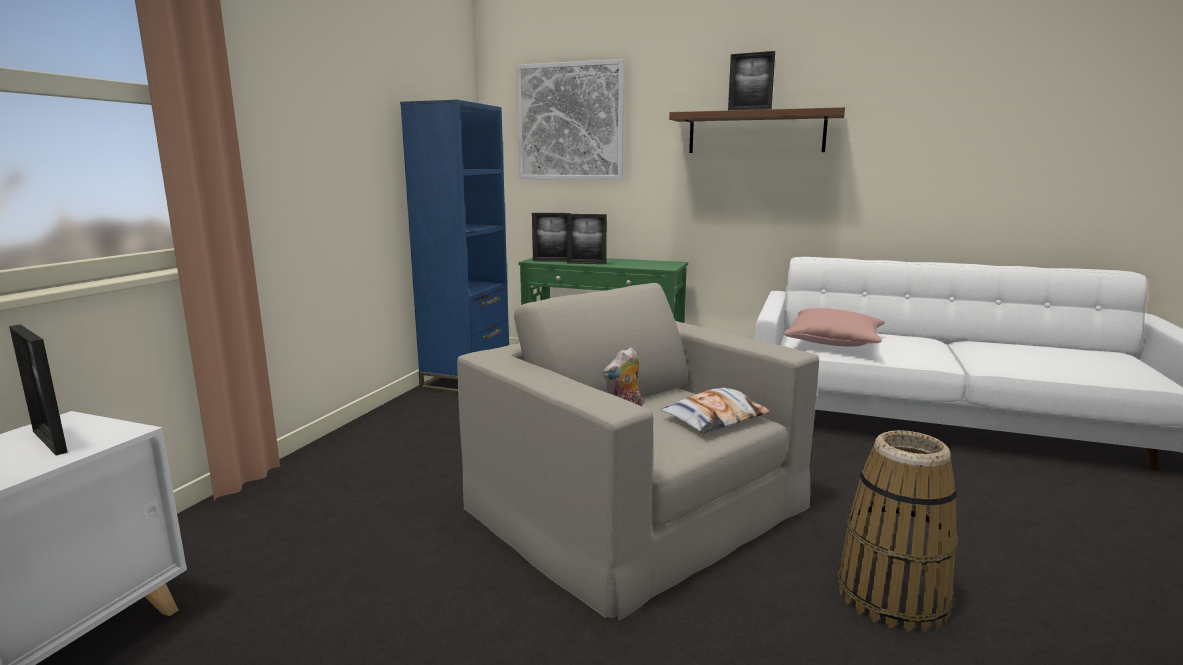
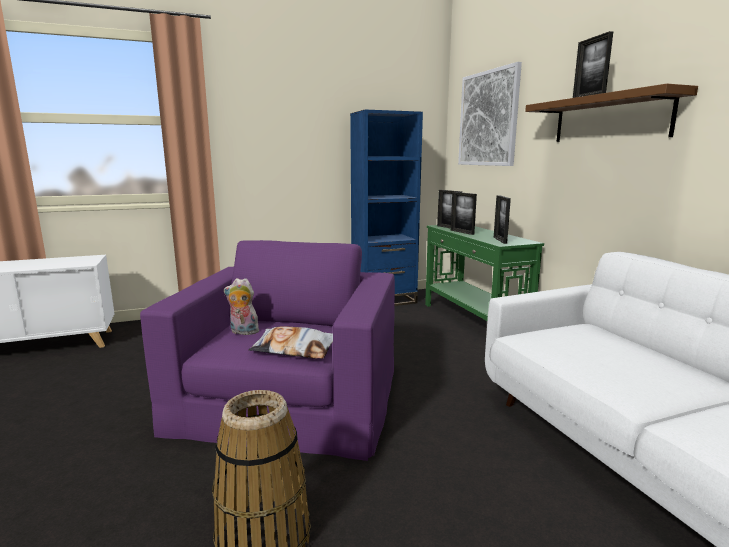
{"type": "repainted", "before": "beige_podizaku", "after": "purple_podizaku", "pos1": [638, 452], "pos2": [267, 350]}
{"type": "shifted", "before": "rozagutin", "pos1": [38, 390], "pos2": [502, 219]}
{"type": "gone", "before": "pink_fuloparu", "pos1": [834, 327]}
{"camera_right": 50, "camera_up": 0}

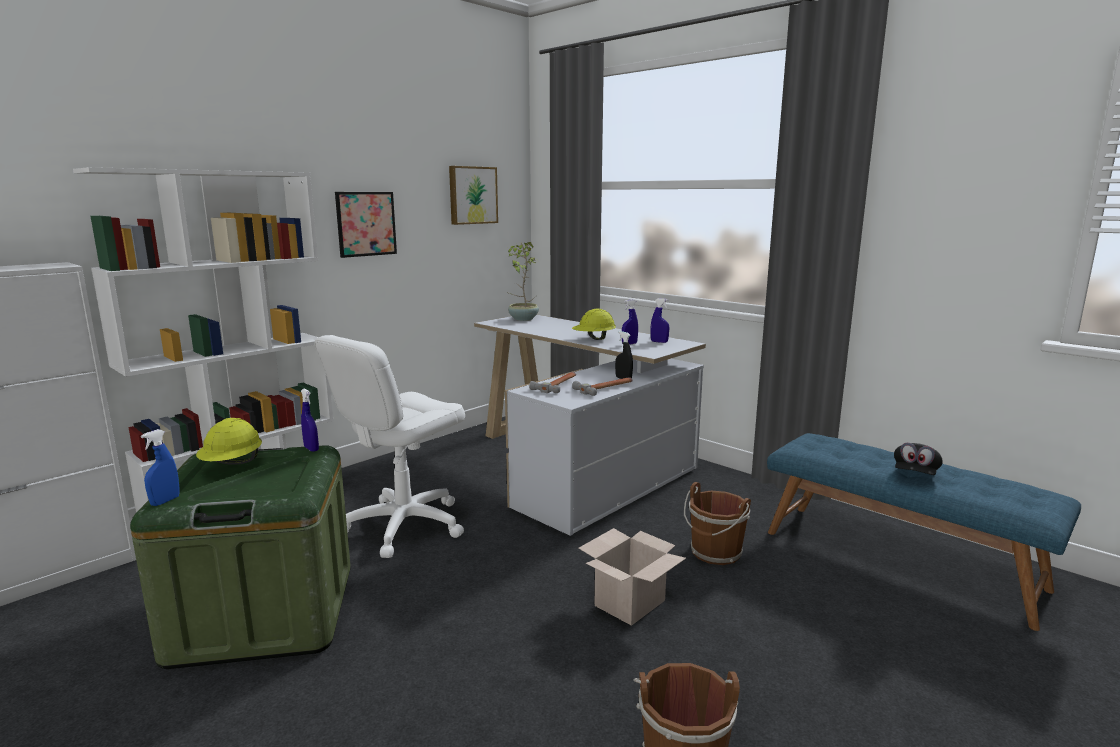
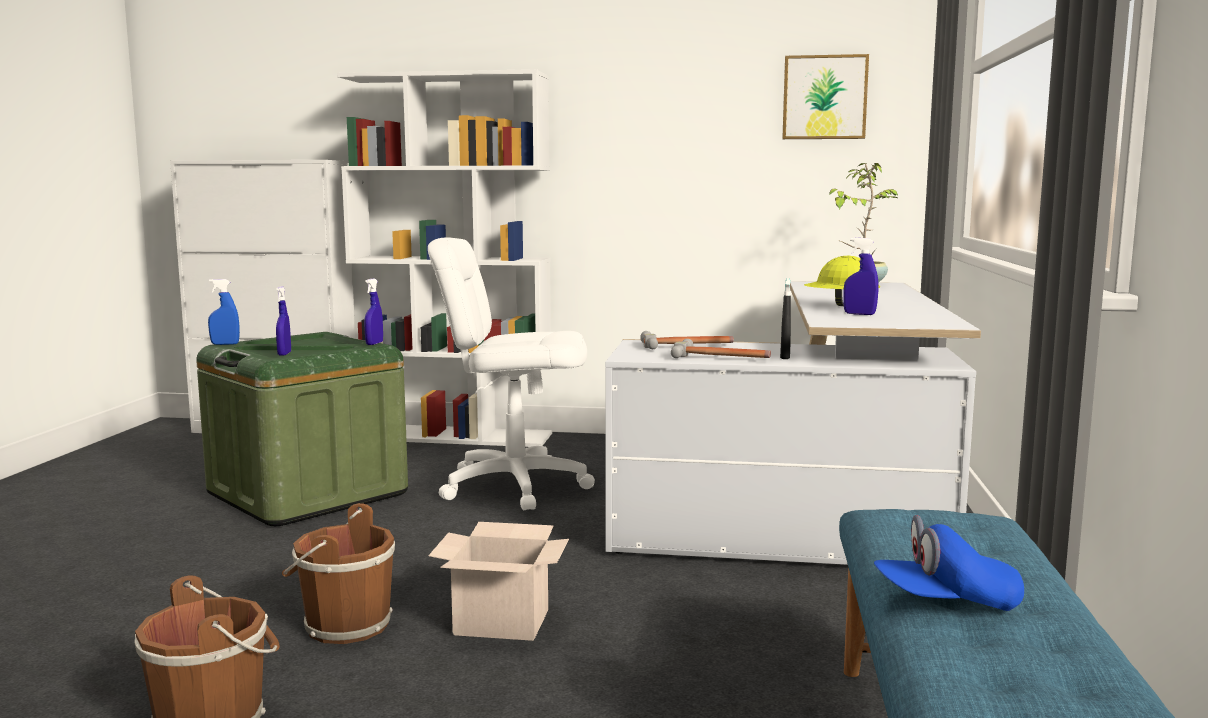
{"type": "shifted", "before": "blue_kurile", "pos1": [660, 320], "pos2": [283, 321]}
{"type": "shifted", "before": "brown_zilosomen", "pos1": [717, 523], "pos2": [338, 573]}
{"type": "repainted", "before": "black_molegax", "after": "blue_molegax", "pos1": [918, 459], "pos2": [949, 563]}
{"type": "gone", "before": "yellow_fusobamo", "pos1": [229, 441]}
{"type": "gone", "before": "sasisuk", "pos1": [366, 225]}
{"camera_right": 55, "camera_up": -5}

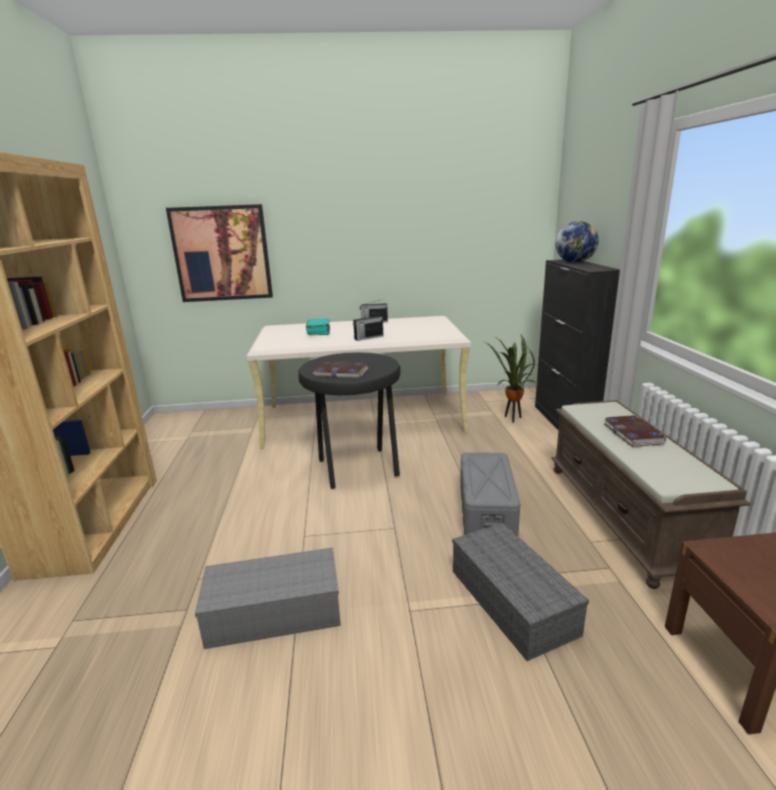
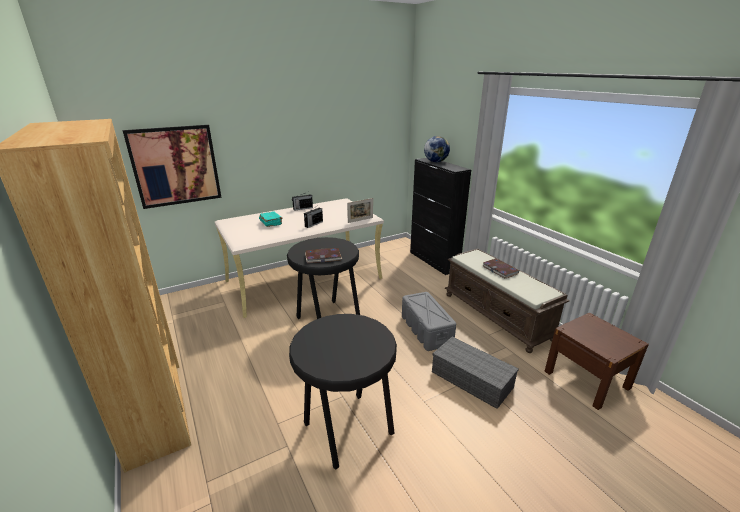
{"type": "swapped", "before": "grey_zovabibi", "after": "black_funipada", "pos1": [268, 598], "pos2": [343, 391]}
{"type": "new", "after": "rozagutin", "pos2": [360, 210]}
{"type": "gone", "before": "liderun", "pos1": [513, 379]}
{"camera_right": -25, "camera_up": 5}

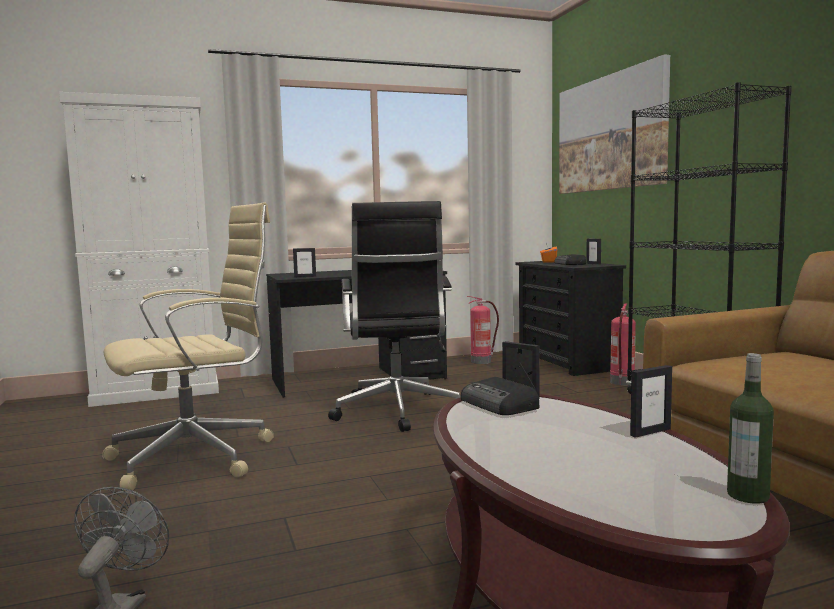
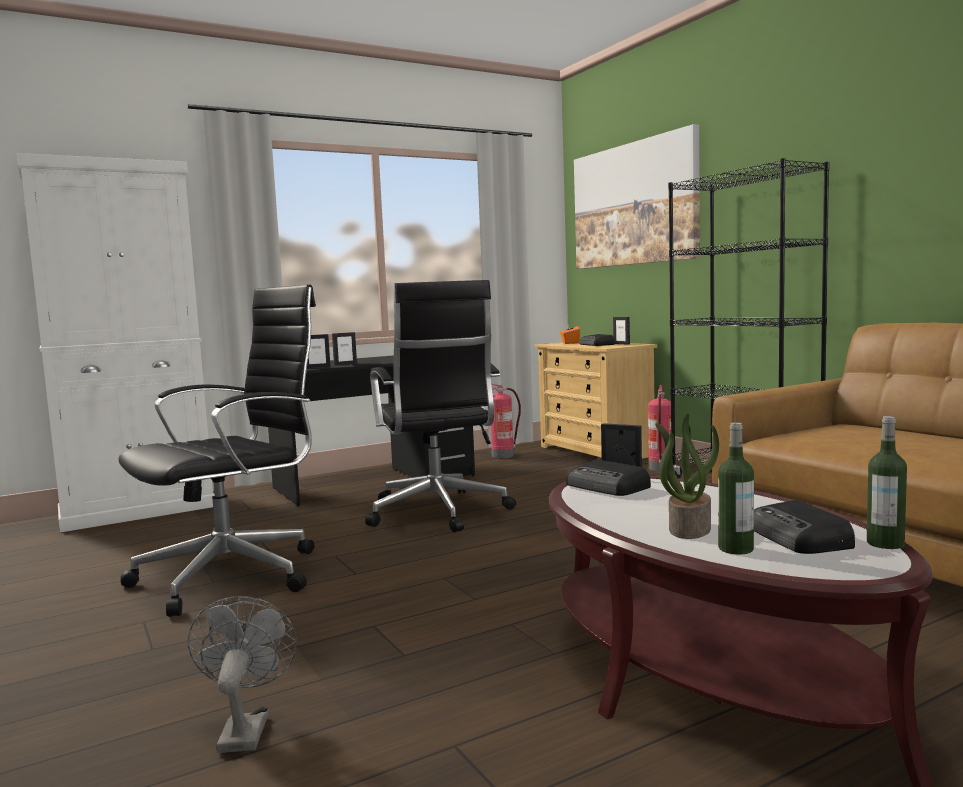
{"type": "repainted", "before": "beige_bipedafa", "after": "black_bipedafa", "pos1": [188, 346], "pos2": [217, 450]}
{"type": "shifted", "before": "rozagutin", "pos1": [651, 401], "pos2": [344, 349]}
{"type": "repainted", "before": "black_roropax", "after": "beige_roropax", "pos1": [570, 318], "pos2": [595, 400]}
{"type": "new", "after": "liderun", "pos2": [687, 476]}
{"type": "new", "after": "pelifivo", "pos2": [736, 488]}
{"type": "new", "after": "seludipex", "pos2": [804, 527]}
{"camera_right": -10, "camera_up": 0}

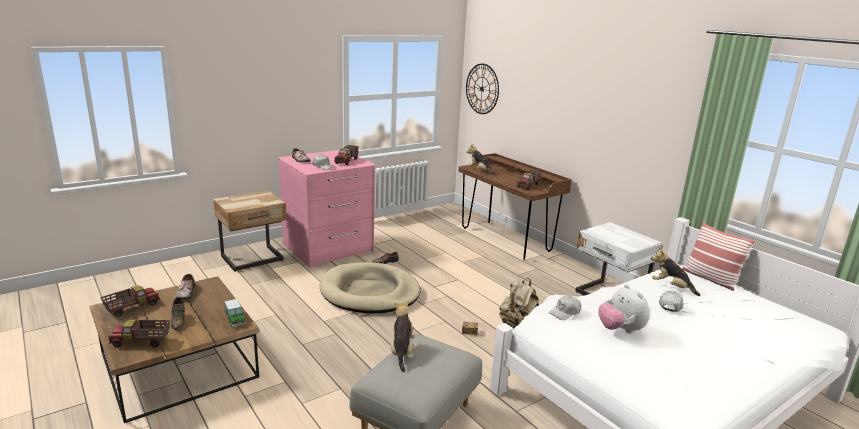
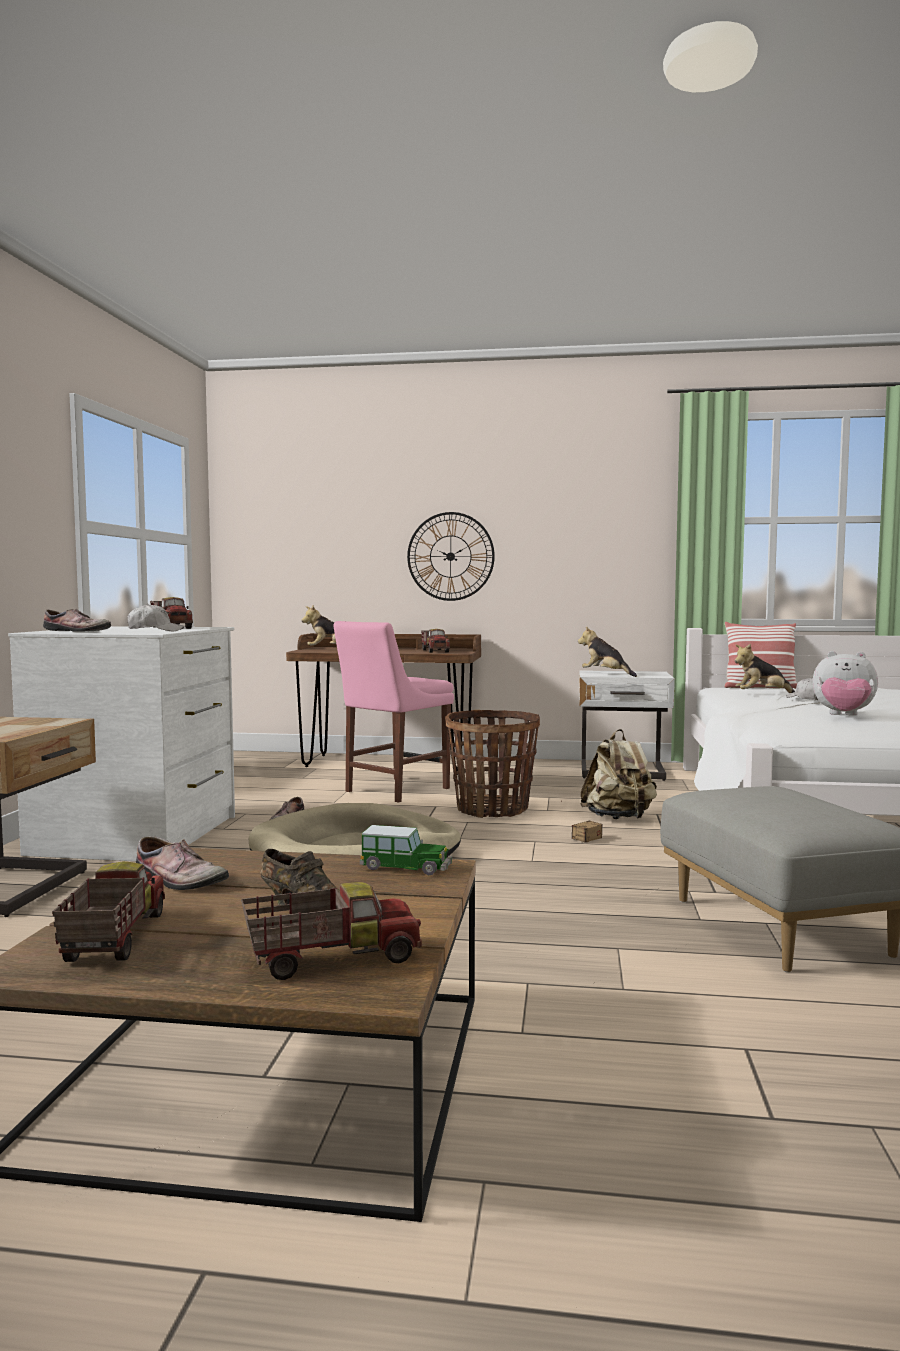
{"type": "repainted", "before": "pink_roropax", "after": "white_roropax", "pos1": [327, 208], "pos2": [121, 743]}
{"type": "rotated", "before": "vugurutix", "pos1": [139, 333], "pos2": [331, 931], "turn": -150}
{"type": "new", "after": "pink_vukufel", "pos2": [393, 712]}
{"type": "shifted", "before": "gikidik", "pos1": [482, 88], "pos2": [451, 556]}
{"type": "new", "after": "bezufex", "pos2": [492, 764]}
{"type": "shifted", "before": "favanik", "pos1": [404, 336], "pos2": [607, 652]}
{"type": "gone", "before": "white_molegax", "pos1": [565, 308]}
{"camera_right": -45, "camera_up": -15}

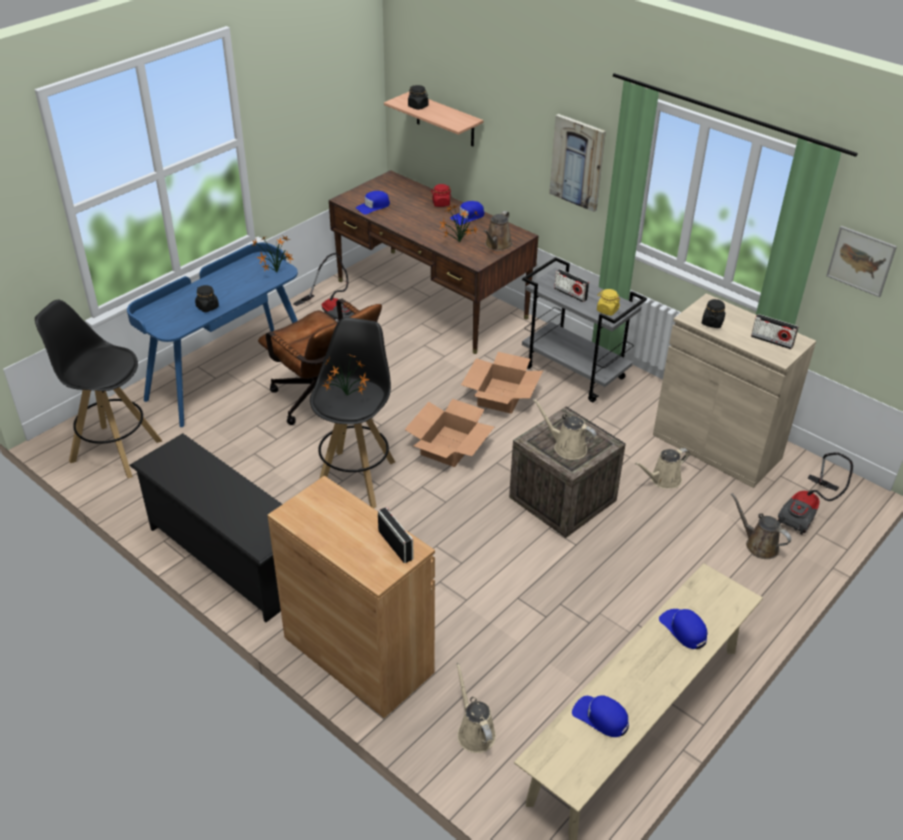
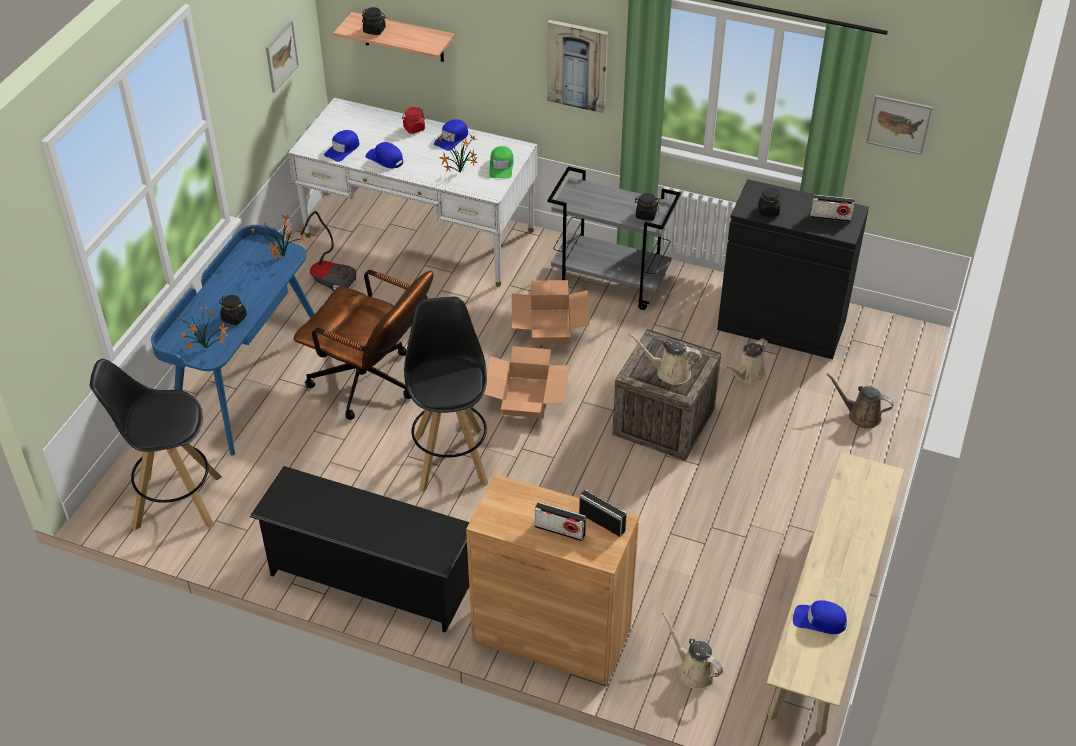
{"type": "shifted", "before": "liderun", "pos1": [346, 375], "pos2": [203, 329]}
{"type": "new", "after": "sasisuk", "pos2": [282, 57]}
{"type": "repainted", "before": "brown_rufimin", "after": "white_rufimin", "pos1": [433, 262], "pos2": [412, 192]}
{"type": "shifted", "before": "blue_molegax", "pos1": [683, 629], "pos2": [384, 155]}
{"type": "swapped", "before": "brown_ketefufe", "after": "green_molegax", "pos1": [497, 231], "pos2": [501, 162]}
{"type": "shifted", "before": "seludipex", "pos1": [571, 285], "pos2": [560, 521]}
{"type": "repainted", "before": "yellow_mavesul", "after": "black_mavesul", "pos1": [608, 302], "pos2": [646, 207]}
{"type": "repainted", "before": "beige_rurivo", "after": "black_rurivo", "pos1": [734, 390], "pos2": [793, 269]}
{"type": "gone", "before": "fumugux", "pos1": [815, 493]}
{"camera_right": -20, "camera_up": 5}

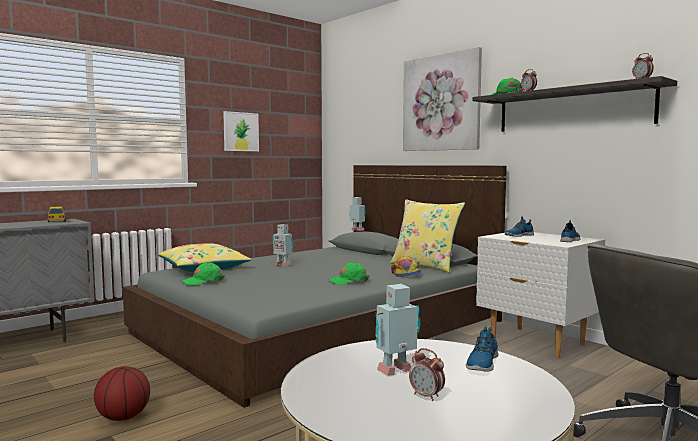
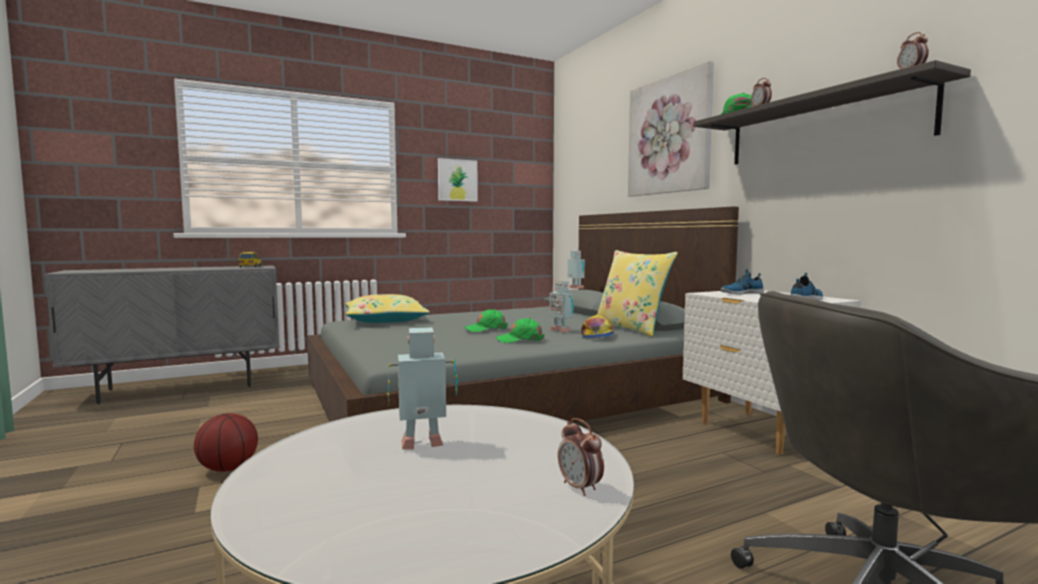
{"type": "shifted", "before": "green_molegax", "pos1": [203, 274], "pos2": [486, 320]}
{"type": "shifted", "before": "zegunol", "pos1": [283, 245], "pos2": [562, 306]}
{"type": "shifted", "before": "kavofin", "pos1": [427, 374], "pos2": [581, 457]}
{"type": "gone", "before": "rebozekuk", "pos1": [482, 349]}
{"camera_right": 15, "camera_up": 0}

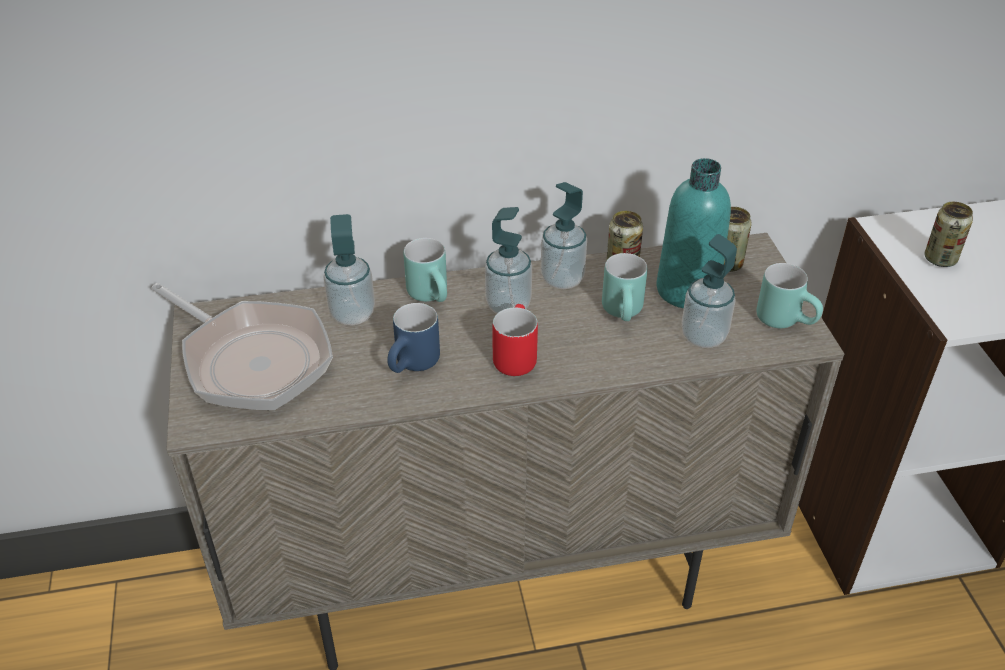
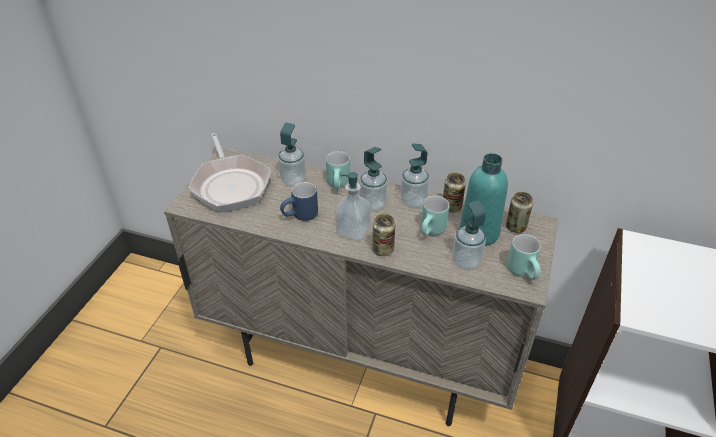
{"type": "swapped", "before": "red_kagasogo", "after": "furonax", "pos1": [515, 340], "pos2": [353, 206]}
{"type": "shifted", "before": "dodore", "pos1": [948, 234], "pos2": [383, 235]}
{"camera_right": 30, "camera_up": 0}

